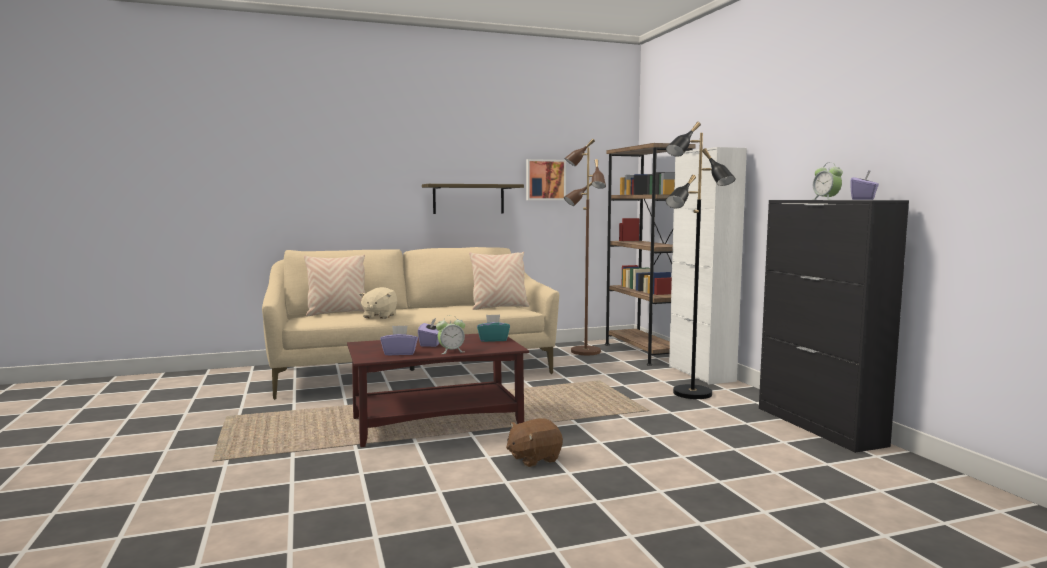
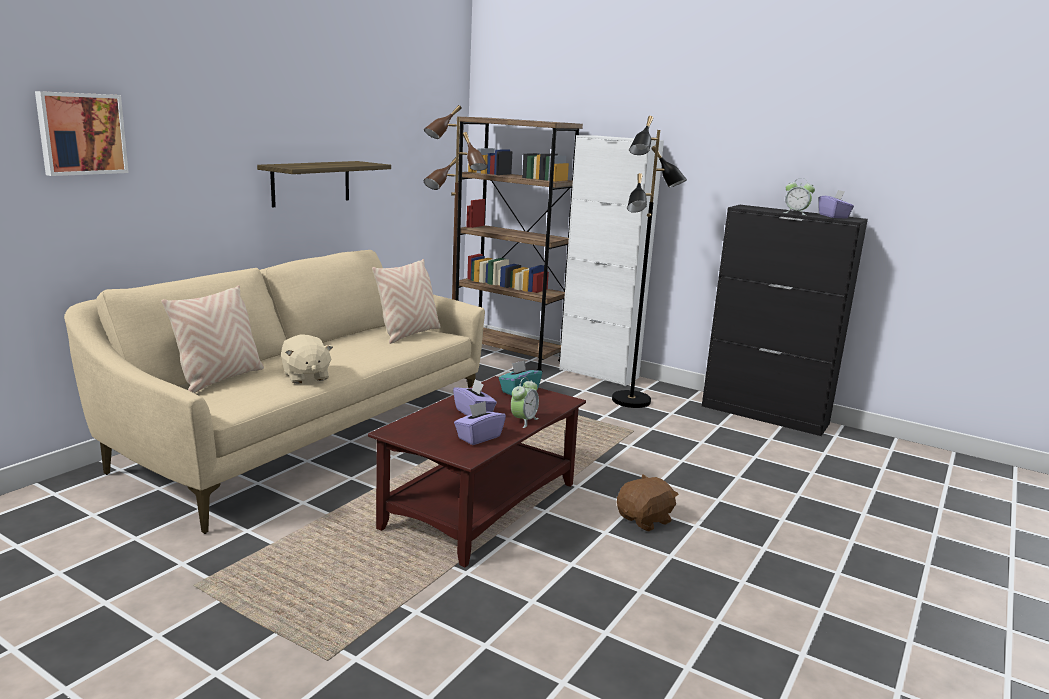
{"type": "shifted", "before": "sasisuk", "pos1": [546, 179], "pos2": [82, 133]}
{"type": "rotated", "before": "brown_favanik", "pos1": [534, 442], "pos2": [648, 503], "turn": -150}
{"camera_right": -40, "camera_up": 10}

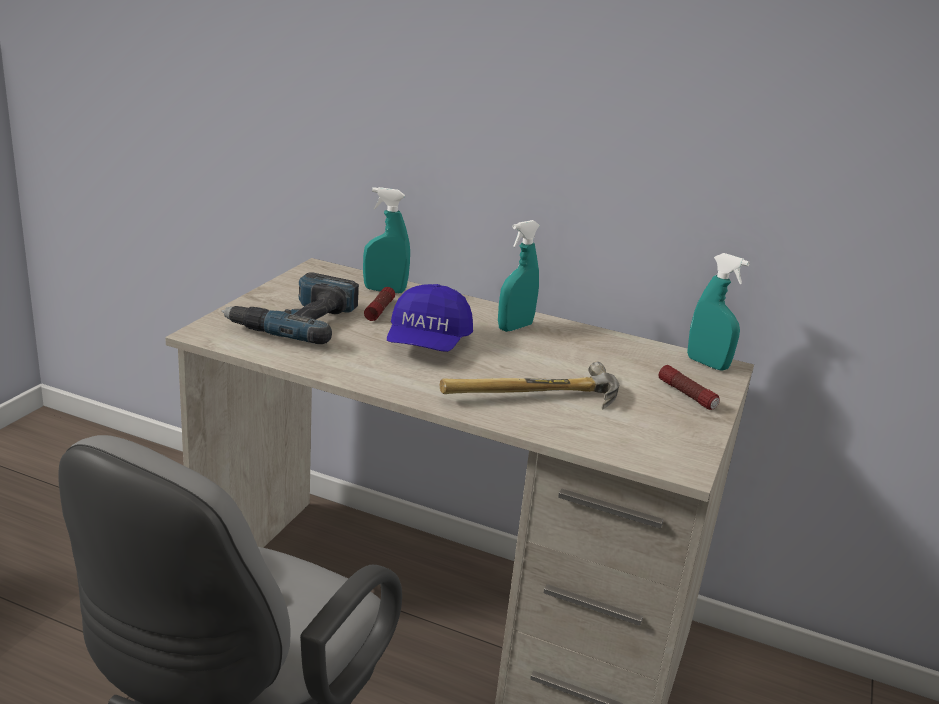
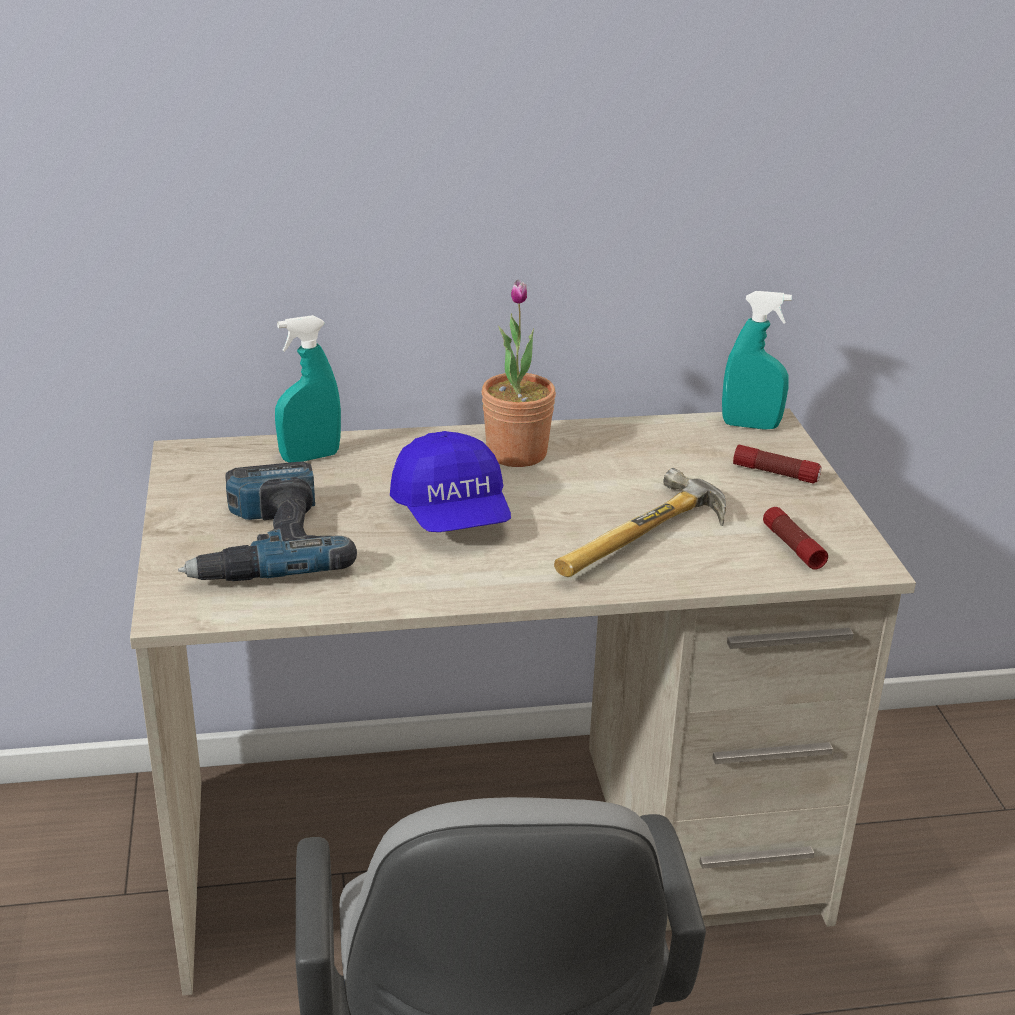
{"type": "swapped", "before": "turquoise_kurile", "after": "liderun", "pos1": [519, 276], "pos2": [519, 373]}
{"type": "shifted", "before": "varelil", "pos1": [379, 304], "pos2": [795, 538]}
{"camera_right": -30, "camera_up": 5}

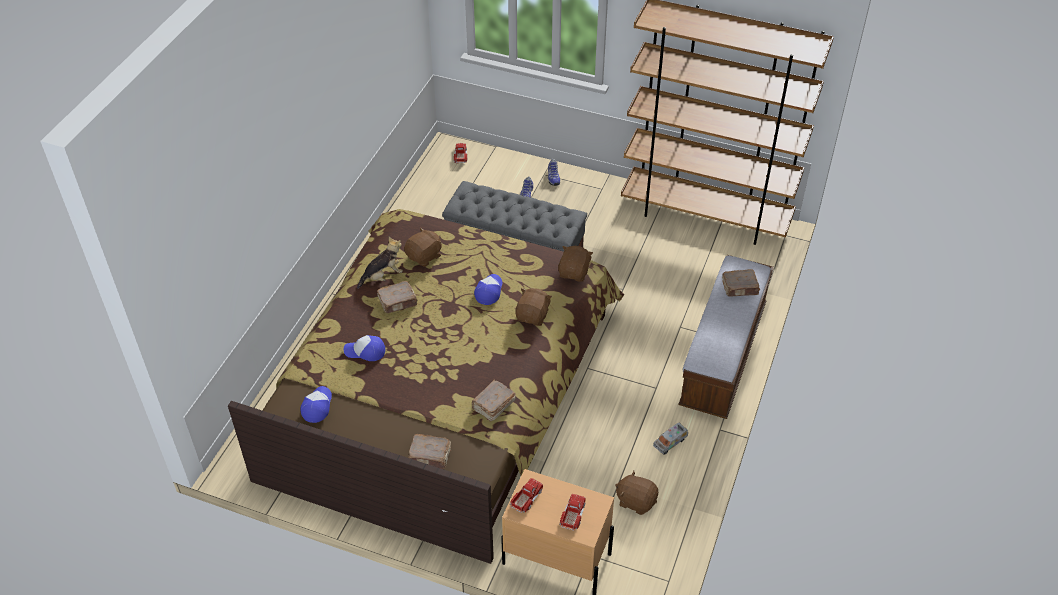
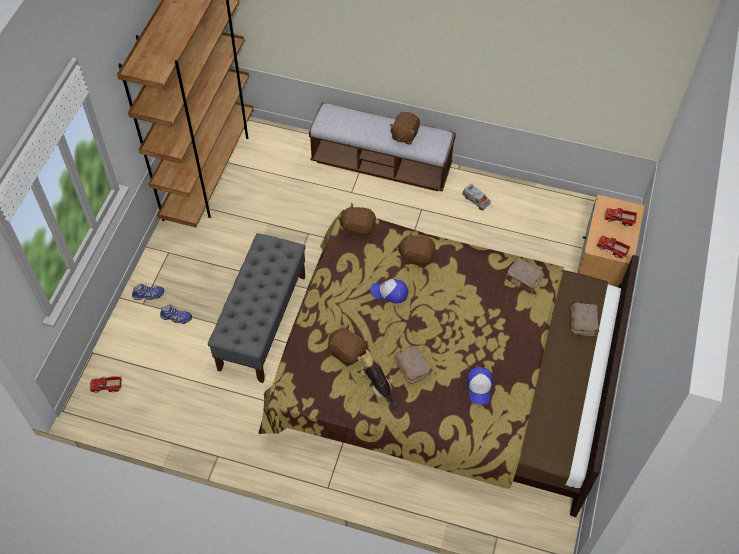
{"type": "shifted", "before": "brown_favanik", "pos1": [636, 493], "pos2": [405, 128]}
{"type": "gone", "before": "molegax", "pos1": [316, 404]}
{"type": "gone", "before": "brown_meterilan", "pos1": [741, 283]}
{"camera_right": -95, "camera_up": 10}

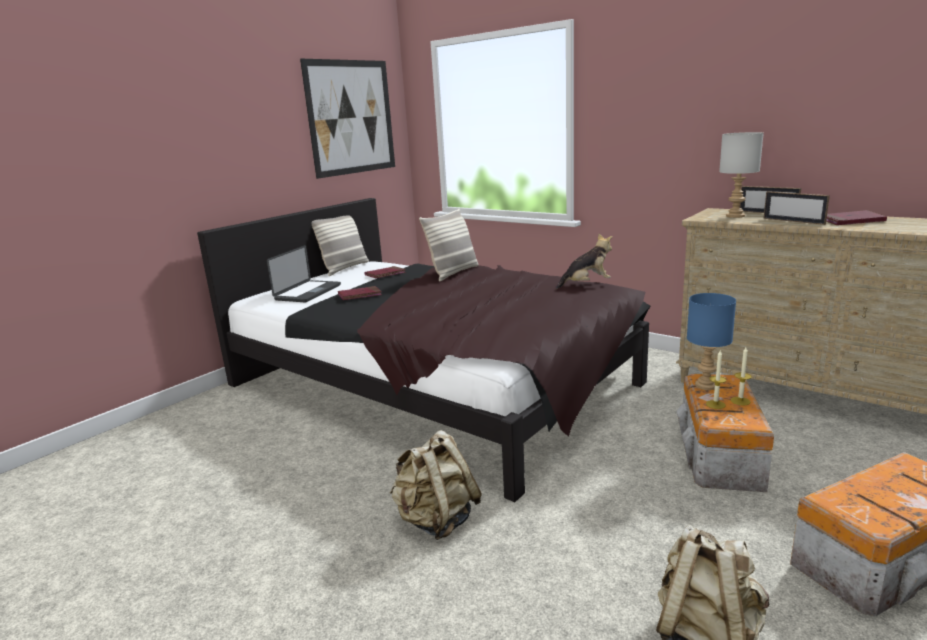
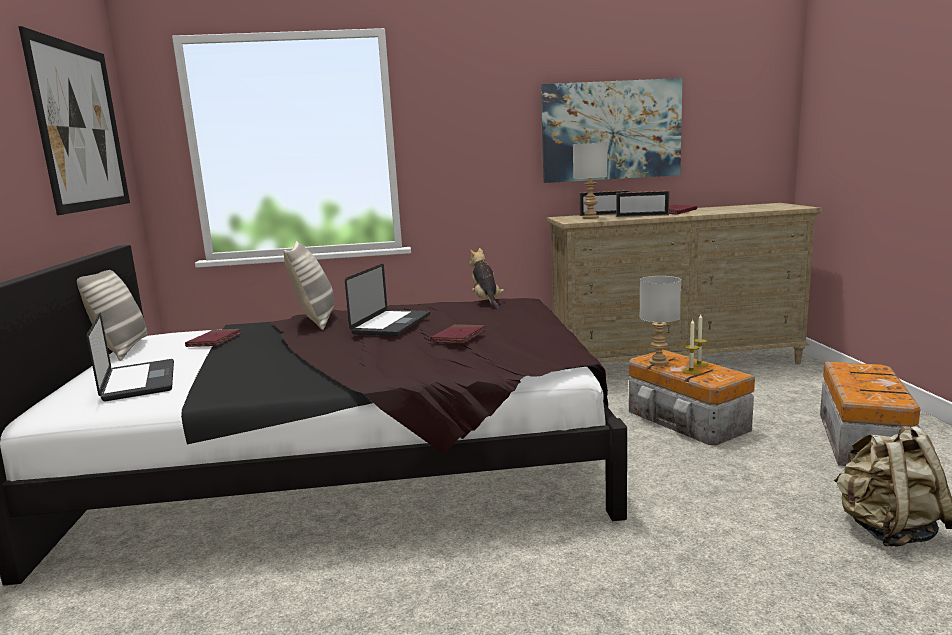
{"type": "new", "after": "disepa", "pos2": [387, 300]}
{"type": "shifted", "before": "red_meterilan", "pos1": [360, 293], "pos2": [458, 334]}
{"type": "rotated", "before": "favanik", "pos1": [584, 261], "pos2": [486, 279], "turn": -45}
{"type": "new", "after": "sasisuk", "pos2": [612, 130]}
{"type": "repainted", "before": "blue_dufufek", "after": "grey_dufufek", "pos1": [711, 341], "pos2": [660, 321]}
{"type": "gone", "before": "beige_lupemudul", "pos1": [436, 485]}
{"camera_right": -45, "camera_up": -5}

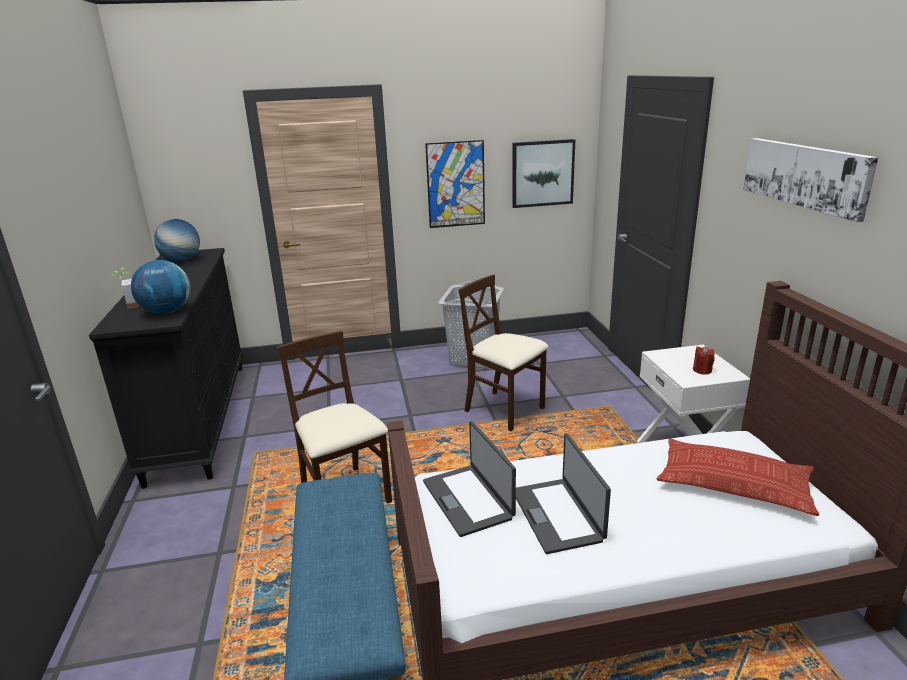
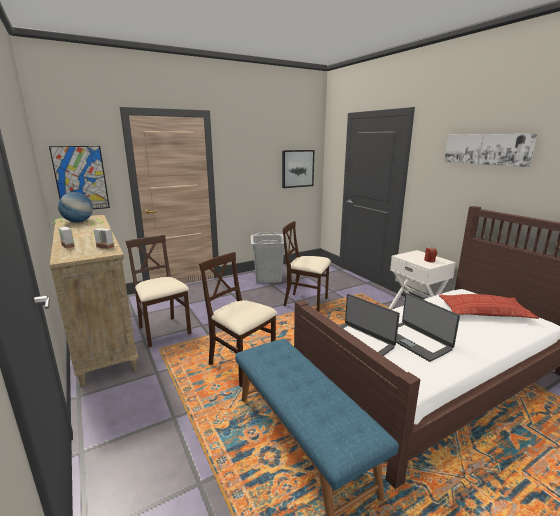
{"type": "shifted", "before": "sasisuk", "pos1": [455, 184], "pos2": [79, 177]}
{"type": "repainted", "before": "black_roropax", "after": "beige_roropax", "pos1": [166, 368], "pos2": [94, 301]}
{"type": "swapped", "before": "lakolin", "after": "liderun", "pos1": [160, 287], "pos2": [103, 234]}
{"type": "new", "after": "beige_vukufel", "pos2": [158, 291]}
{"camera_right": -20, "camera_up": -5}

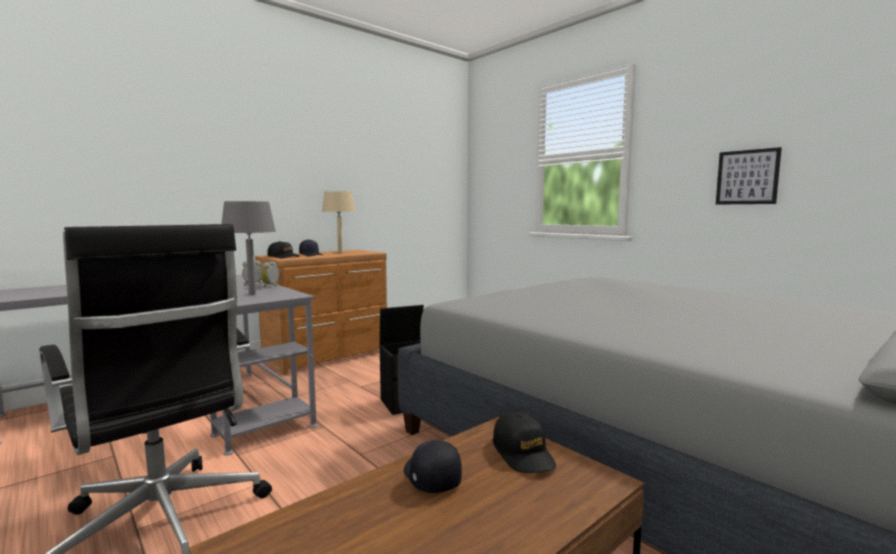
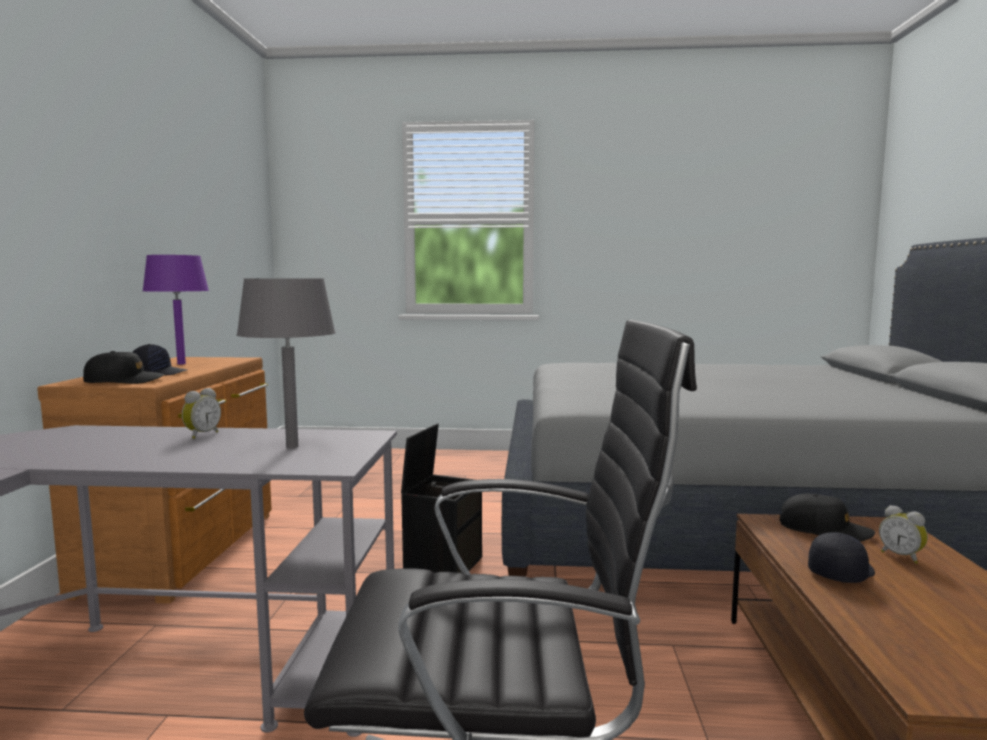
{"type": "repainted", "before": "beige_dufufek", "after": "purple_dufufek", "pos1": [339, 222], "pos2": [175, 310]}
{"type": "rotated", "before": "black_molegax", "pos1": [433, 466], "pos2": [841, 557], "turn": 120}
{"type": "shifted", "before": "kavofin", "pos1": [270, 274], "pos2": [903, 534]}
{"type": "gone", "before": "sasisuk", "pos1": [749, 176]}
{"camera_right": -45, "camera_up": 0}

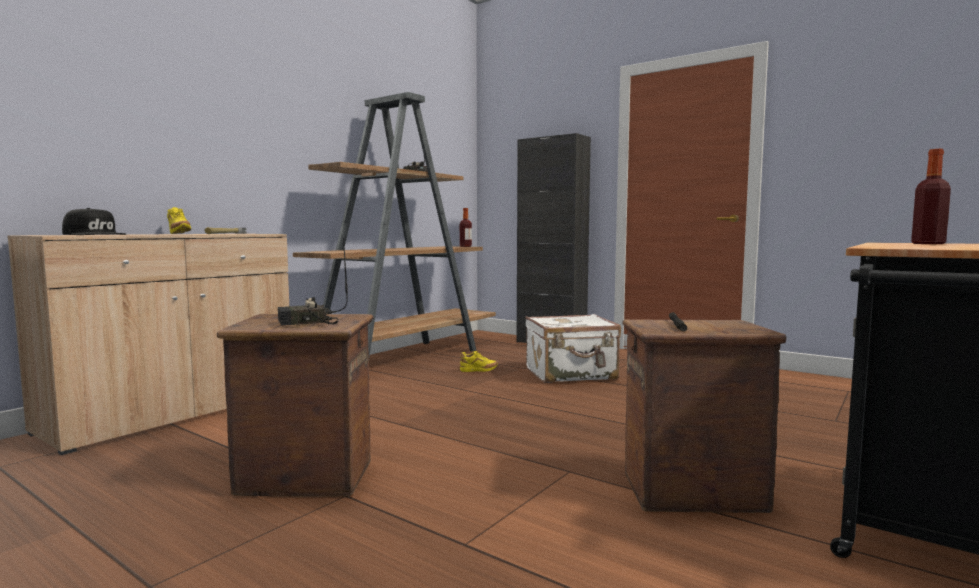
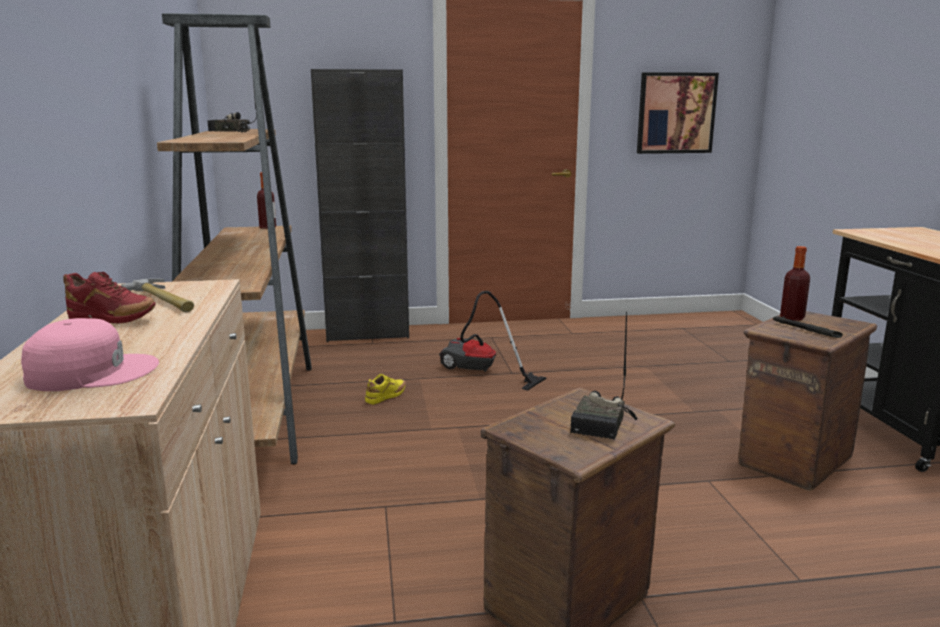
{"type": "repainted", "before": "black_molegax", "after": "pink_molegax", "pos1": [94, 221], "pos2": [90, 354]}
{"type": "repainted", "before": "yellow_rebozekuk", "after": "red_rebozekuk", "pos1": [179, 220], "pos2": [109, 298]}
{"type": "swapped", "before": "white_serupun", "after": "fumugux", "pos1": [573, 348], "pos2": [493, 341]}
{"type": "new", "after": "sasisuk", "pos2": [678, 113]}
{"type": "shifted", "before": "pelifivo", "pos1": [931, 196], "pos2": [795, 283]}
{"camera_right": -45, "camera_up": 10}

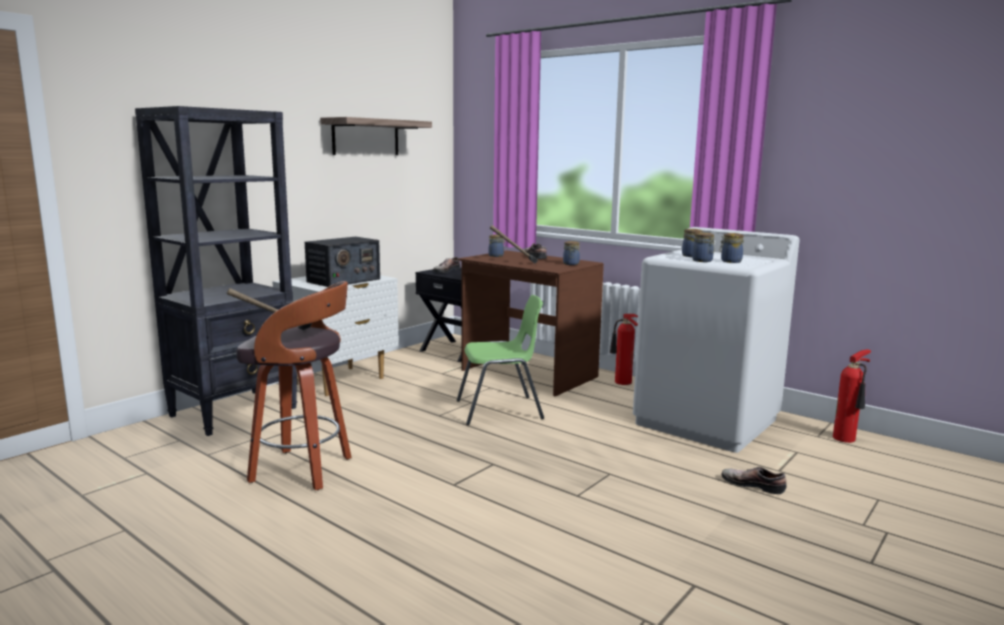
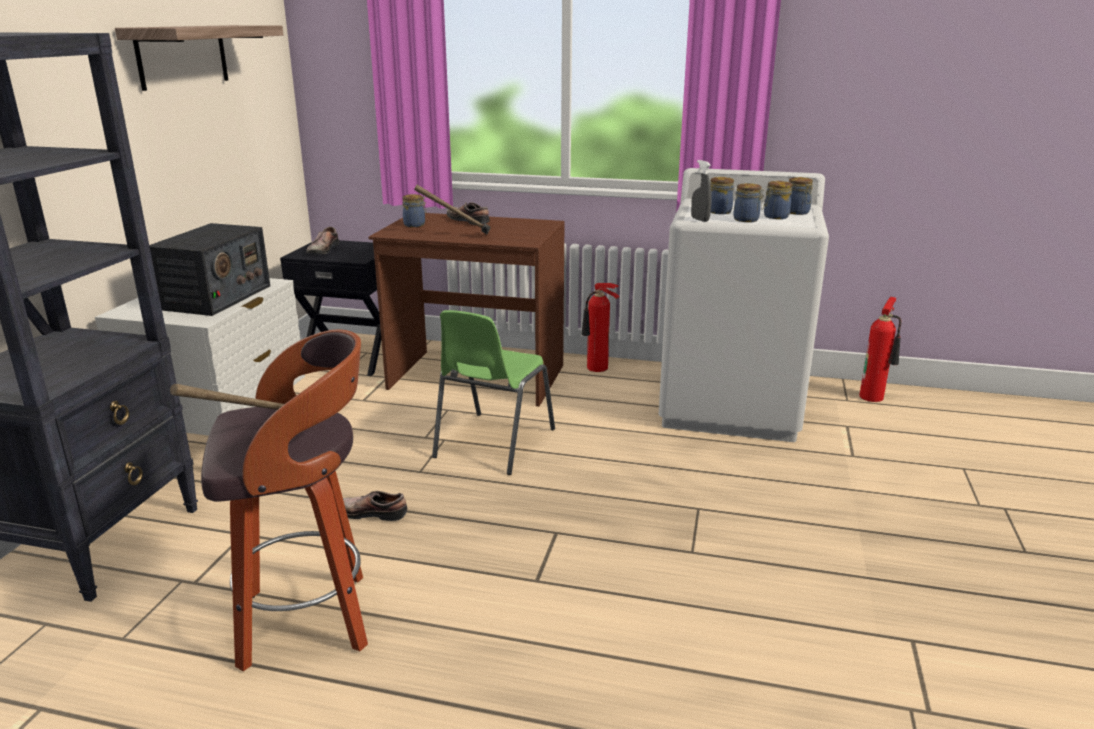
{"type": "shifted", "before": "rebozekuk", "pos1": [754, 480], "pos2": [375, 506]}
{"type": "rotated", "before": "green_vukufel", "pos1": [500, 360], "pos2": [493, 392], "turn": 150}
{"type": "new", "after": "grey_kurile", "pos2": [701, 191]}
{"type": "shifted", "before": "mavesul", "pos1": [571, 253], "pos2": [801, 196]}
{"camera_right": -25, "camera_up": 10}

